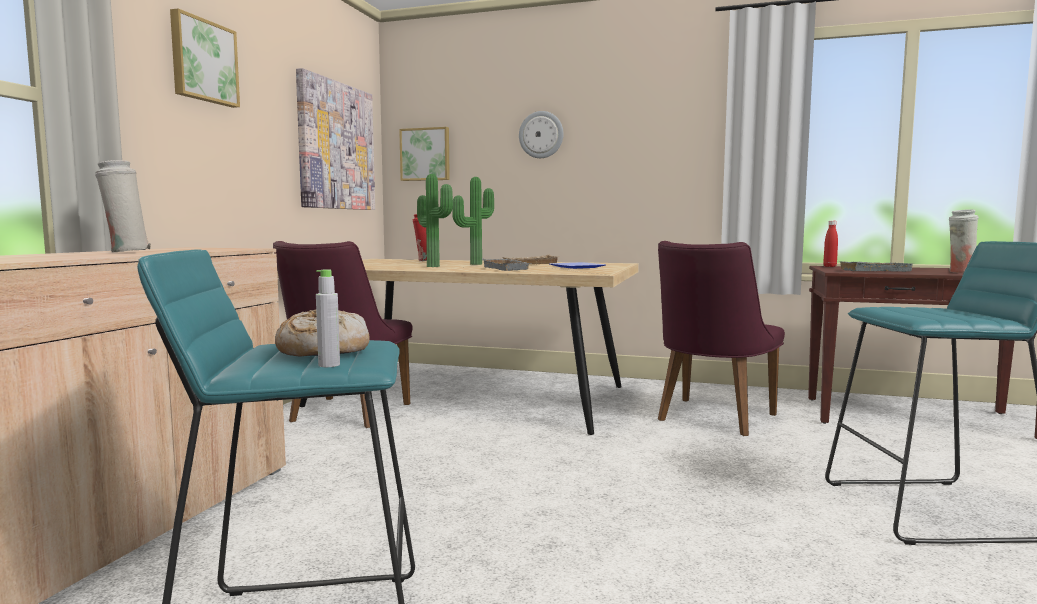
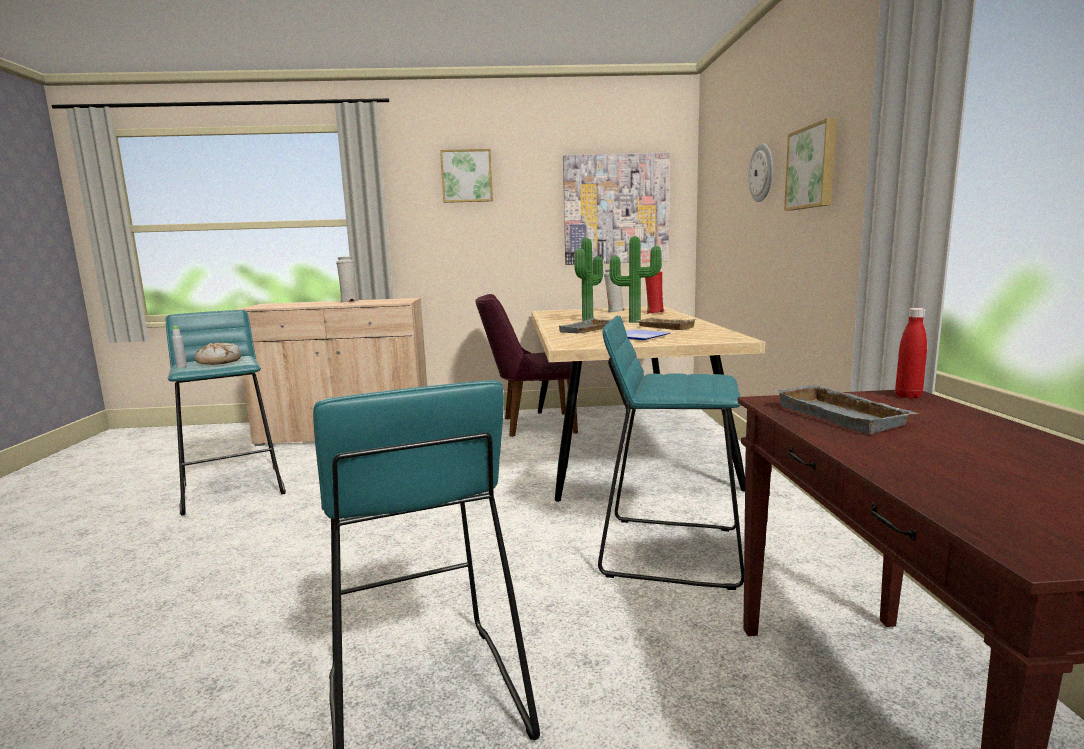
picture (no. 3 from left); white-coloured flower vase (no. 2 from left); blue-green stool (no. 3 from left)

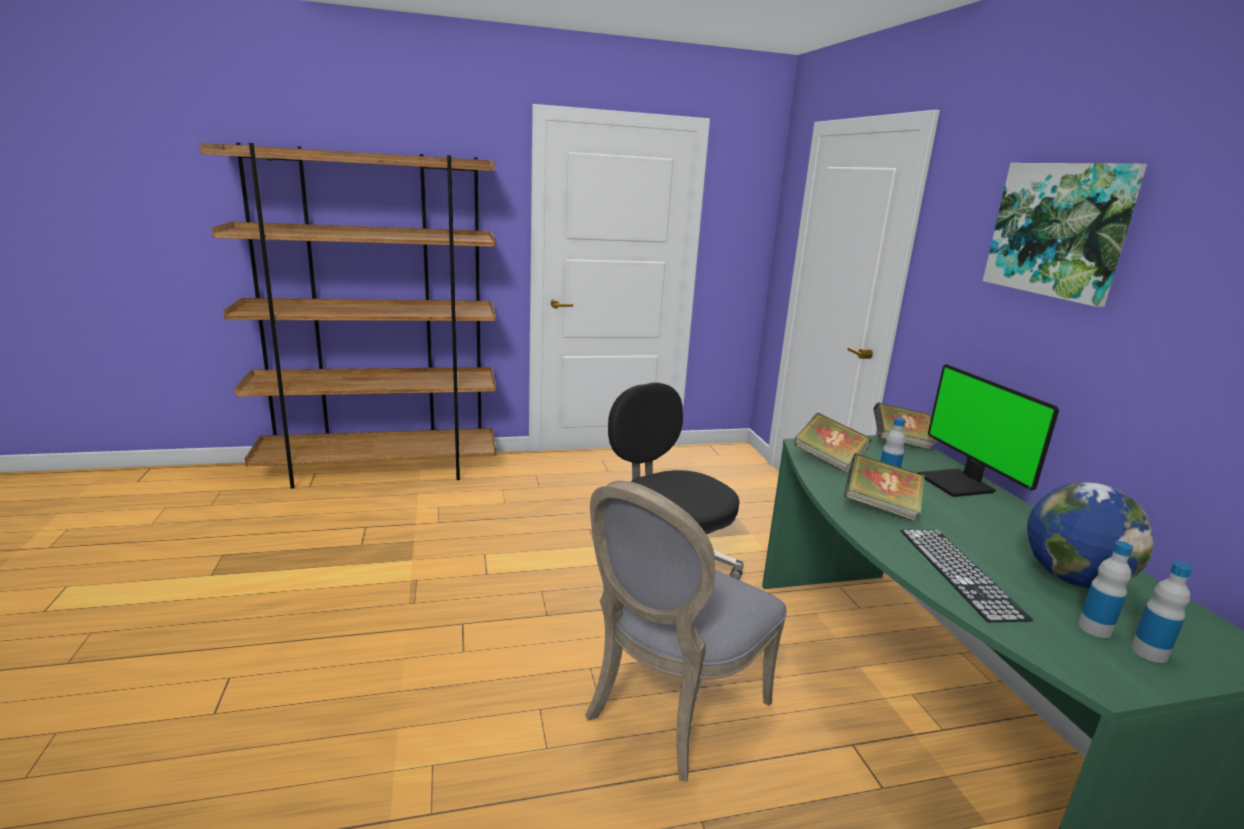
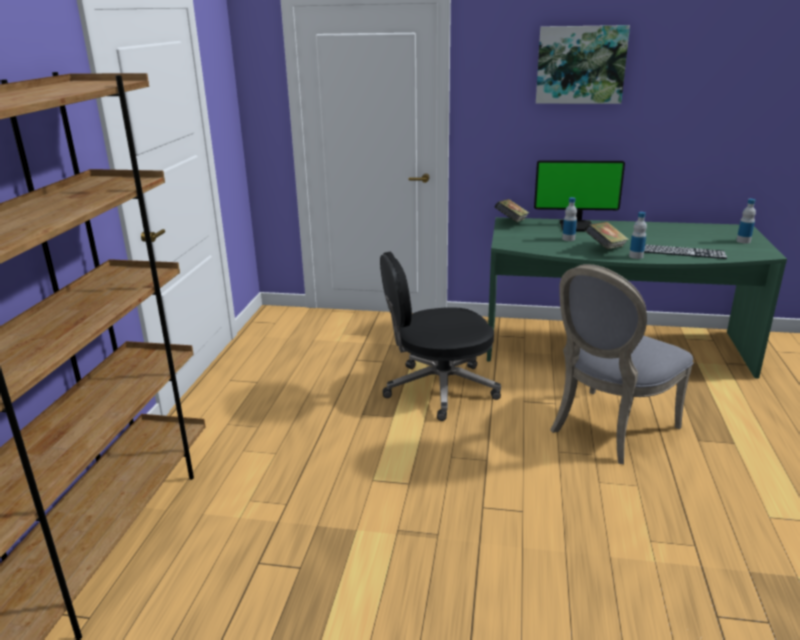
bound book (no. 1 from left in the first image); world globe; bottle (no. 2 from left); grey chair

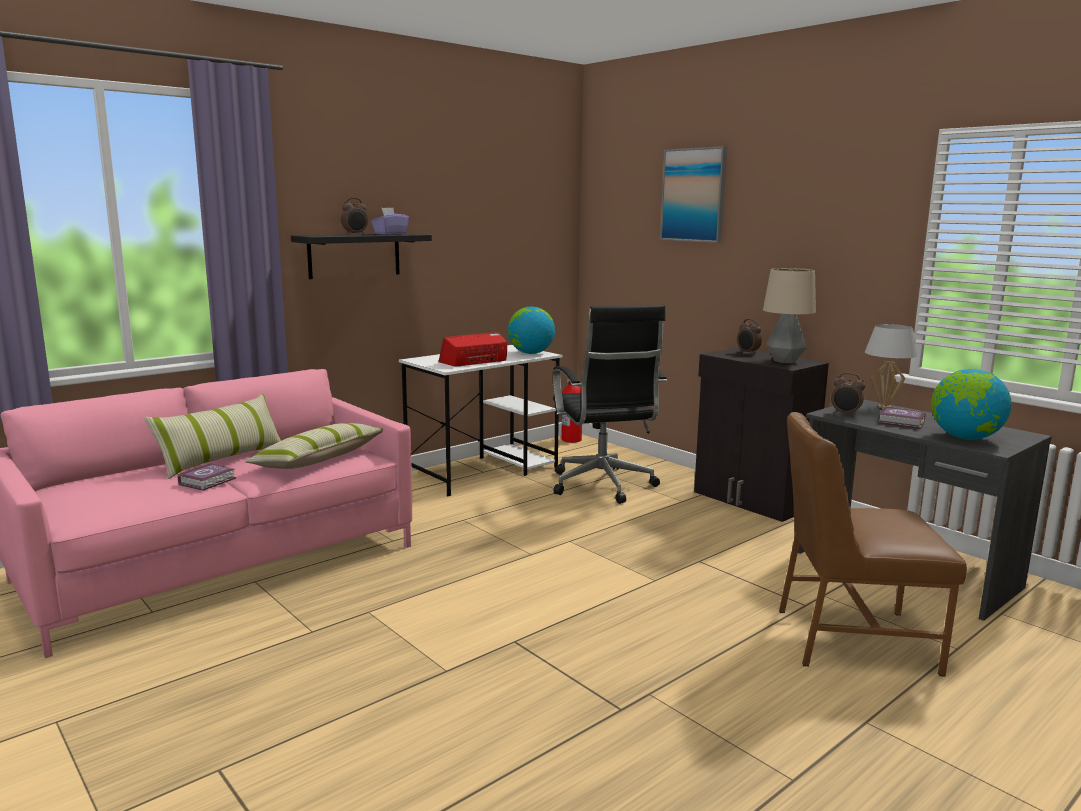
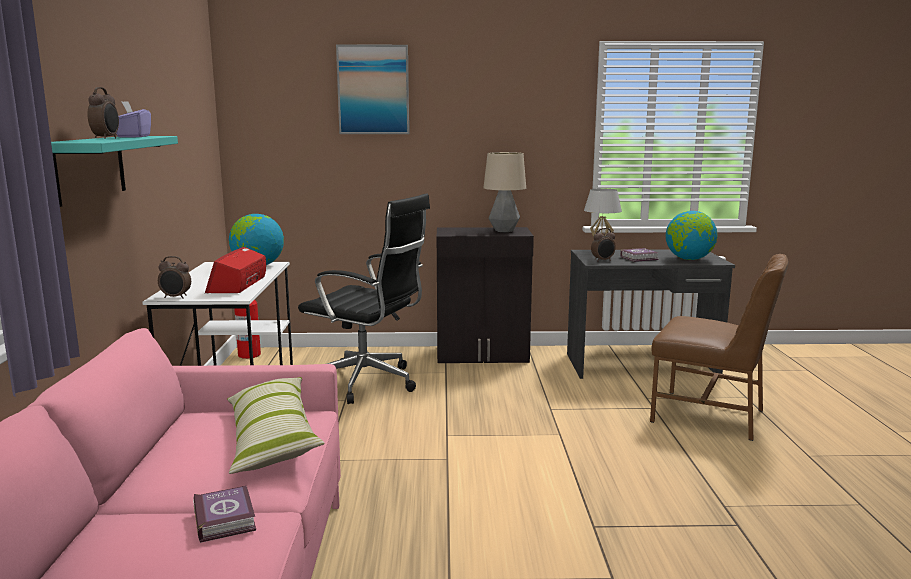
pillow (no. 1 from left in the first image); alarm clock (no. 2 from left); blue-green bracket shelf; brown chair

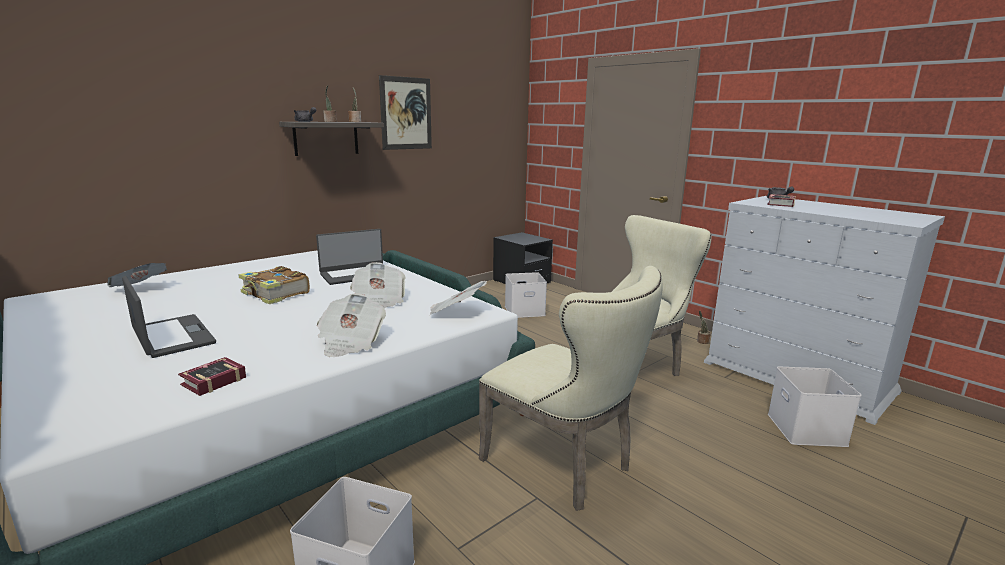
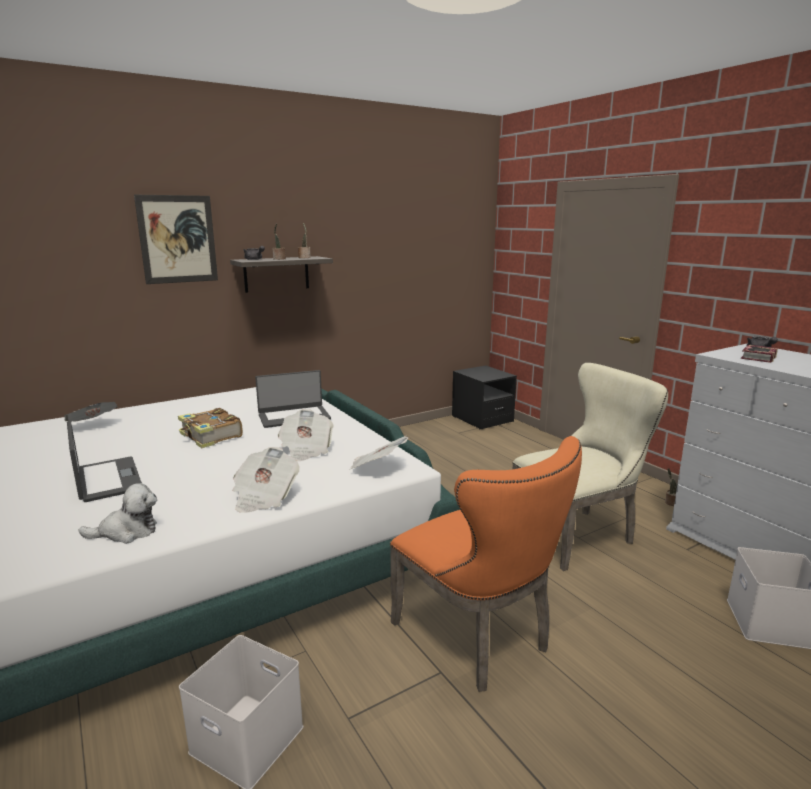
white-coloured storage bin (no. 2 from left in the first image); picture; plush toy; orangey chair

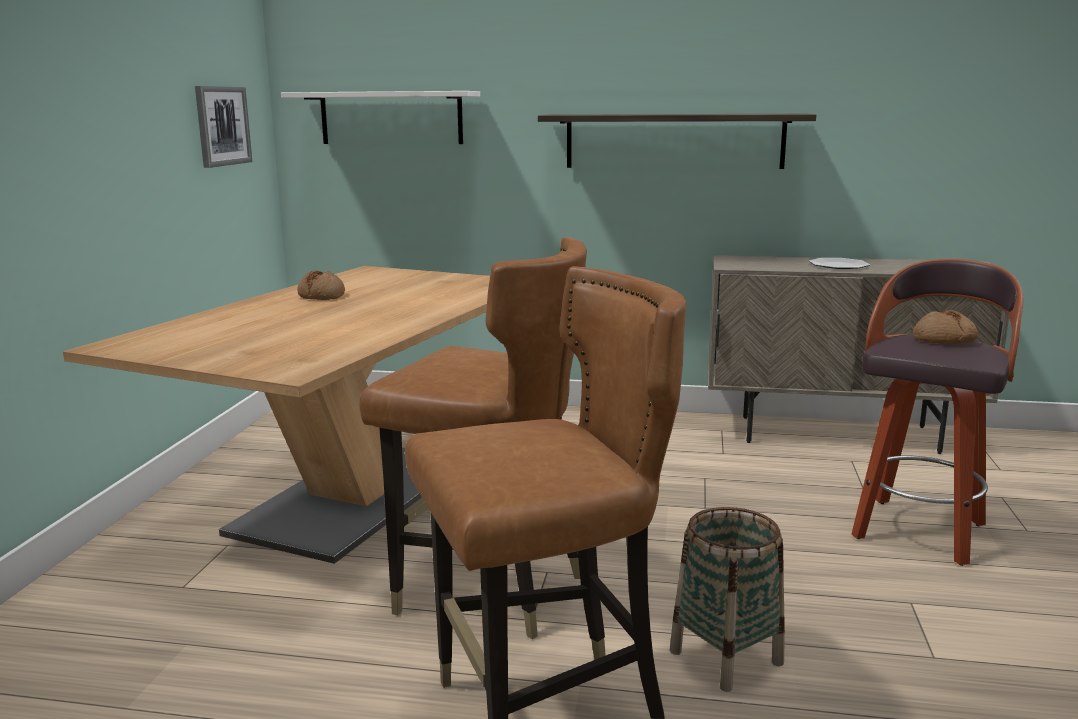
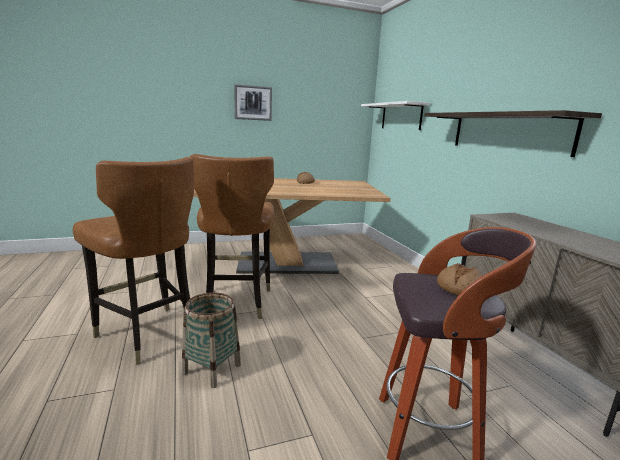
dinner plate; picture

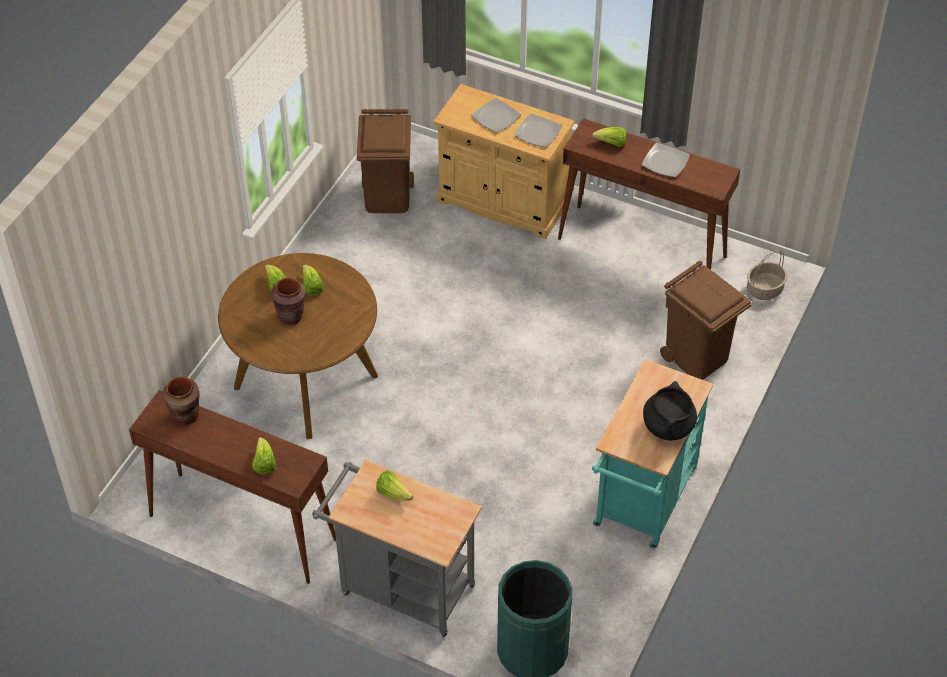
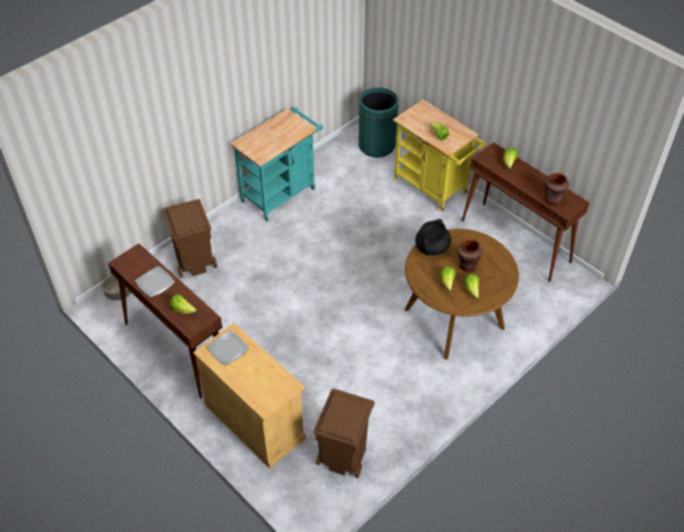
dinner plate (no. 1 from left in the first image); black cooking pot; yellow-coloured cart

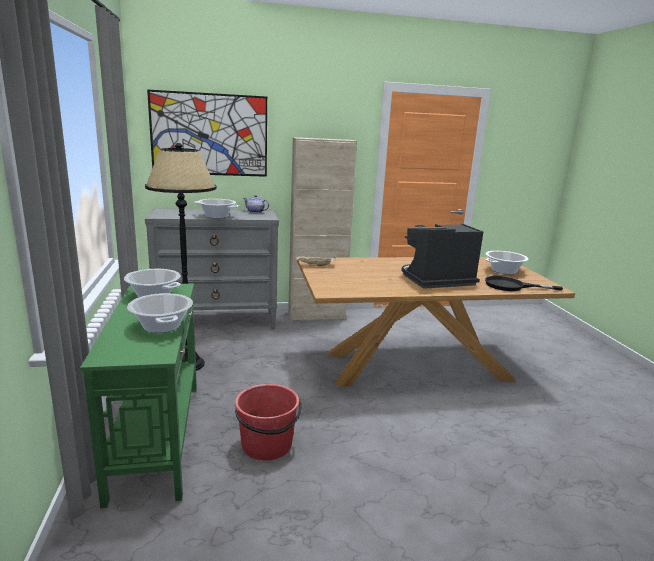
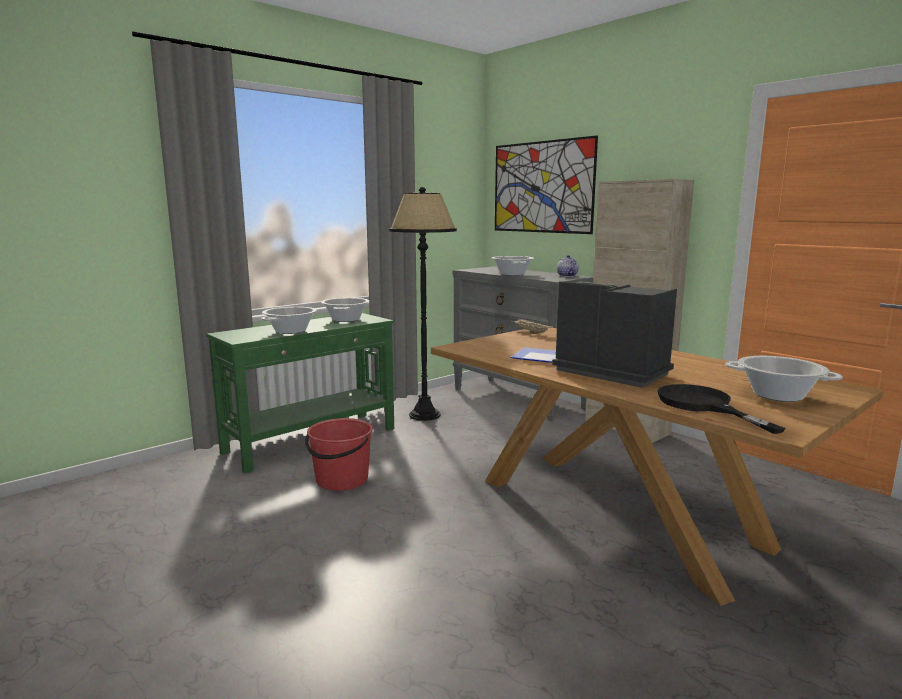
dinner plate

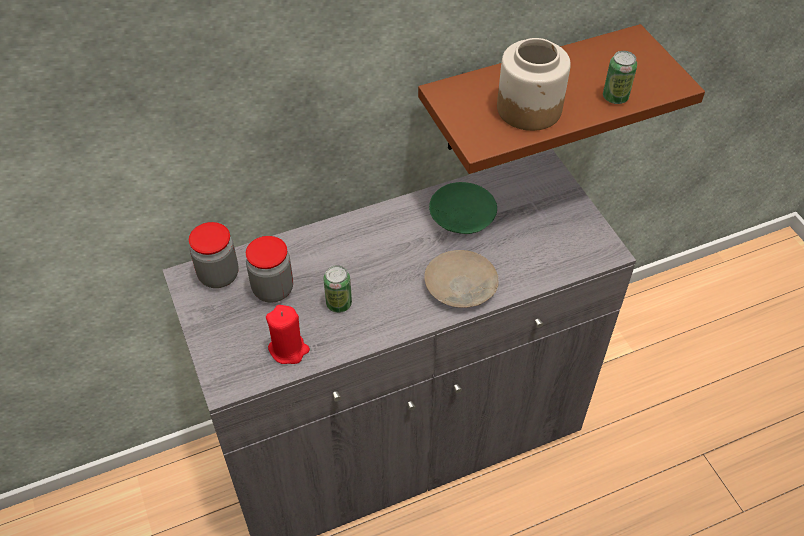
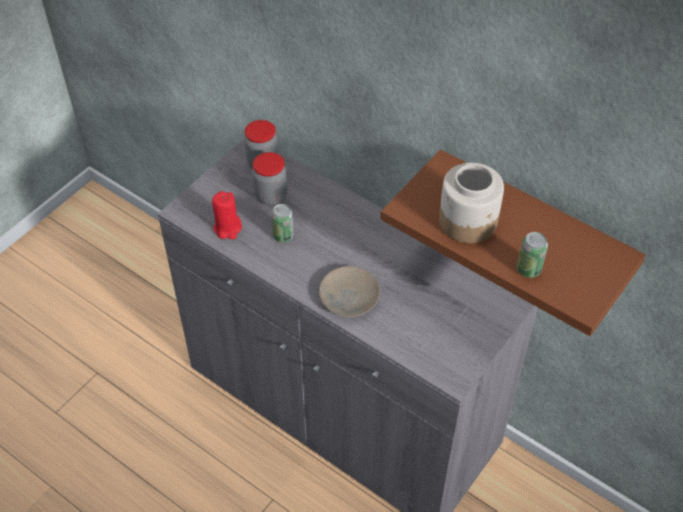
green-coloured dinner plate

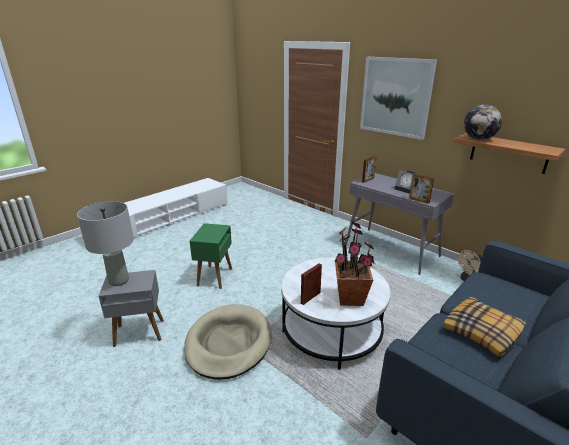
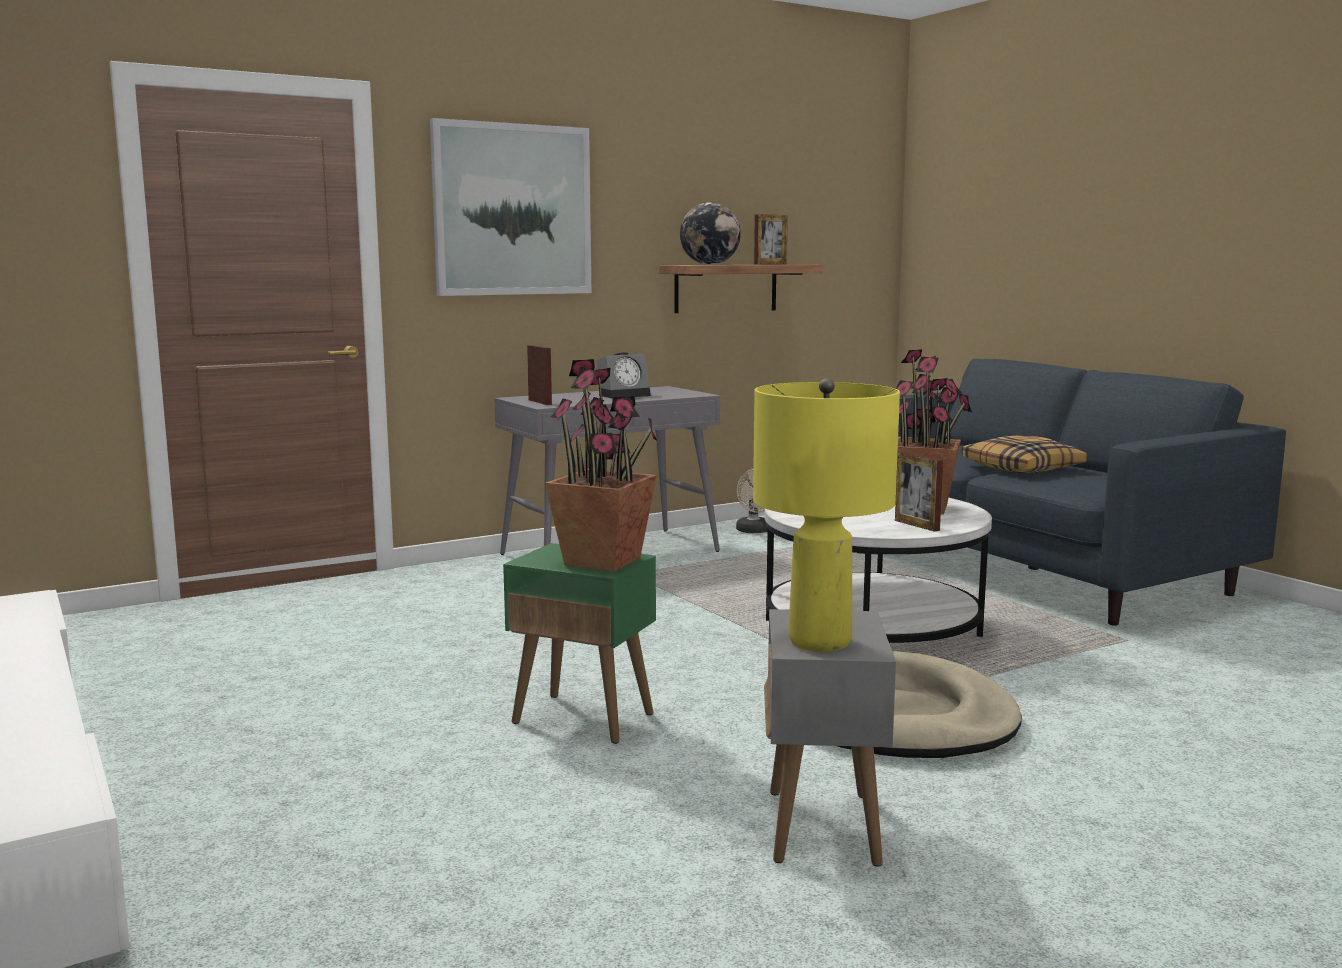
plant in a pot (no. 1 from left); photo frame (no. 2 from left); yellow-coloured tabletop lamp

